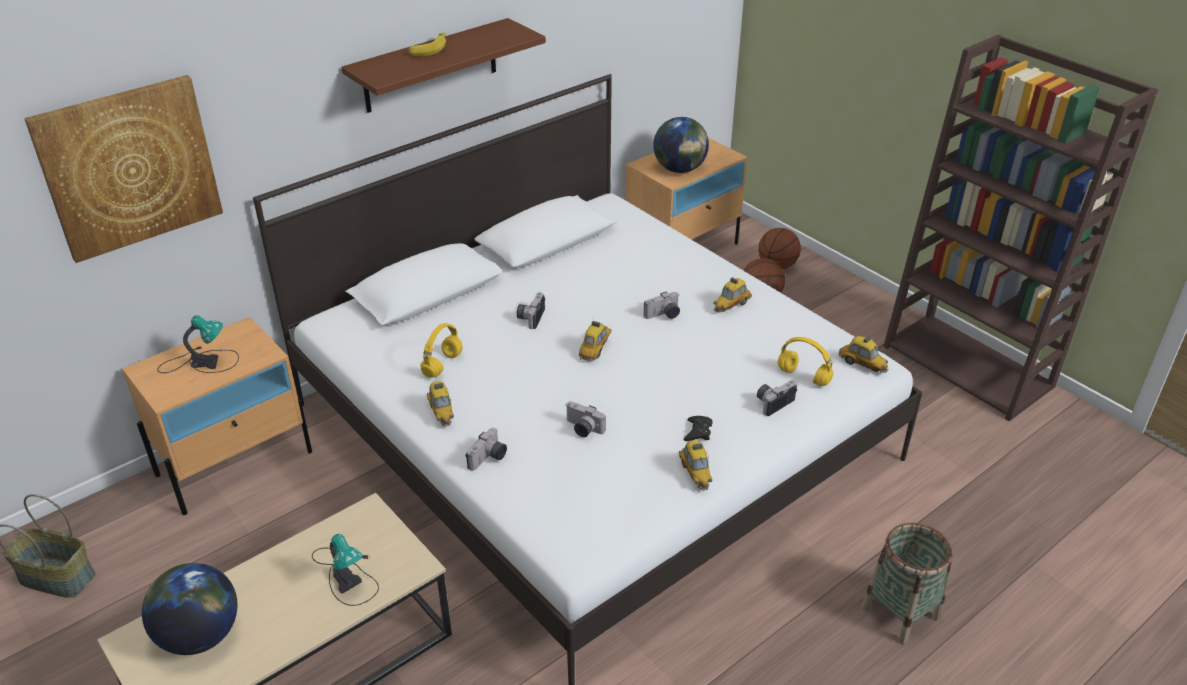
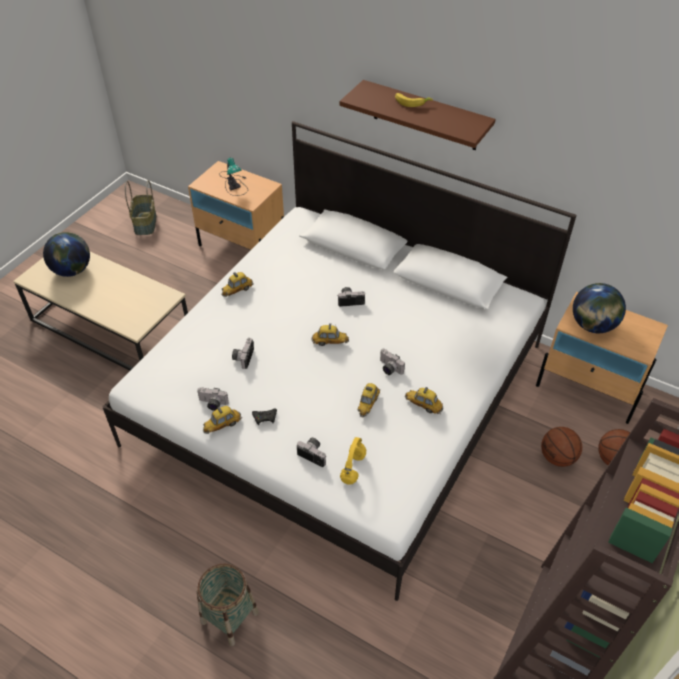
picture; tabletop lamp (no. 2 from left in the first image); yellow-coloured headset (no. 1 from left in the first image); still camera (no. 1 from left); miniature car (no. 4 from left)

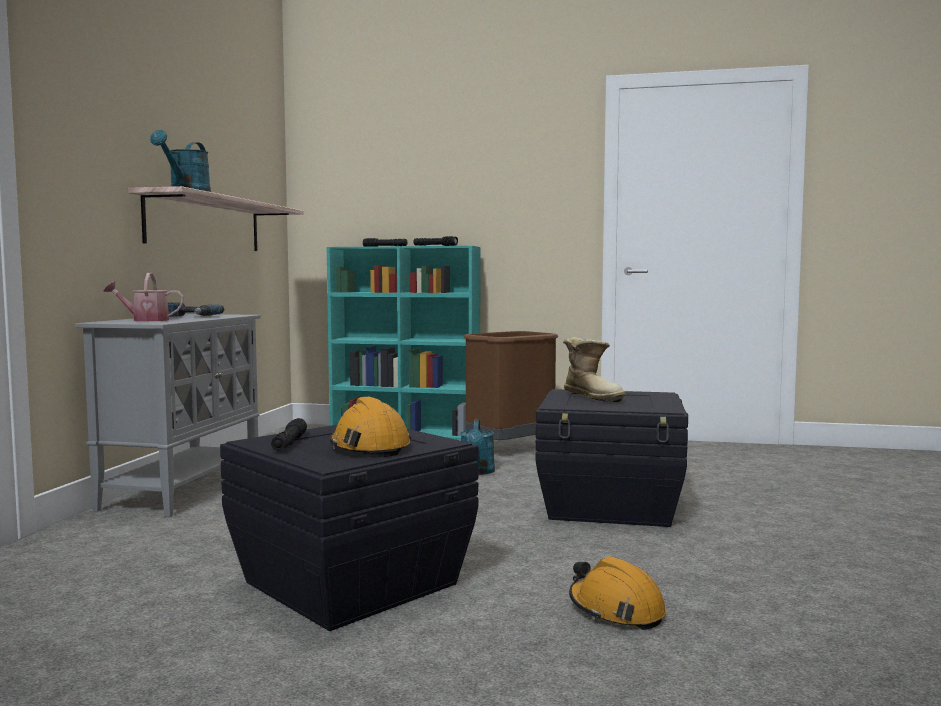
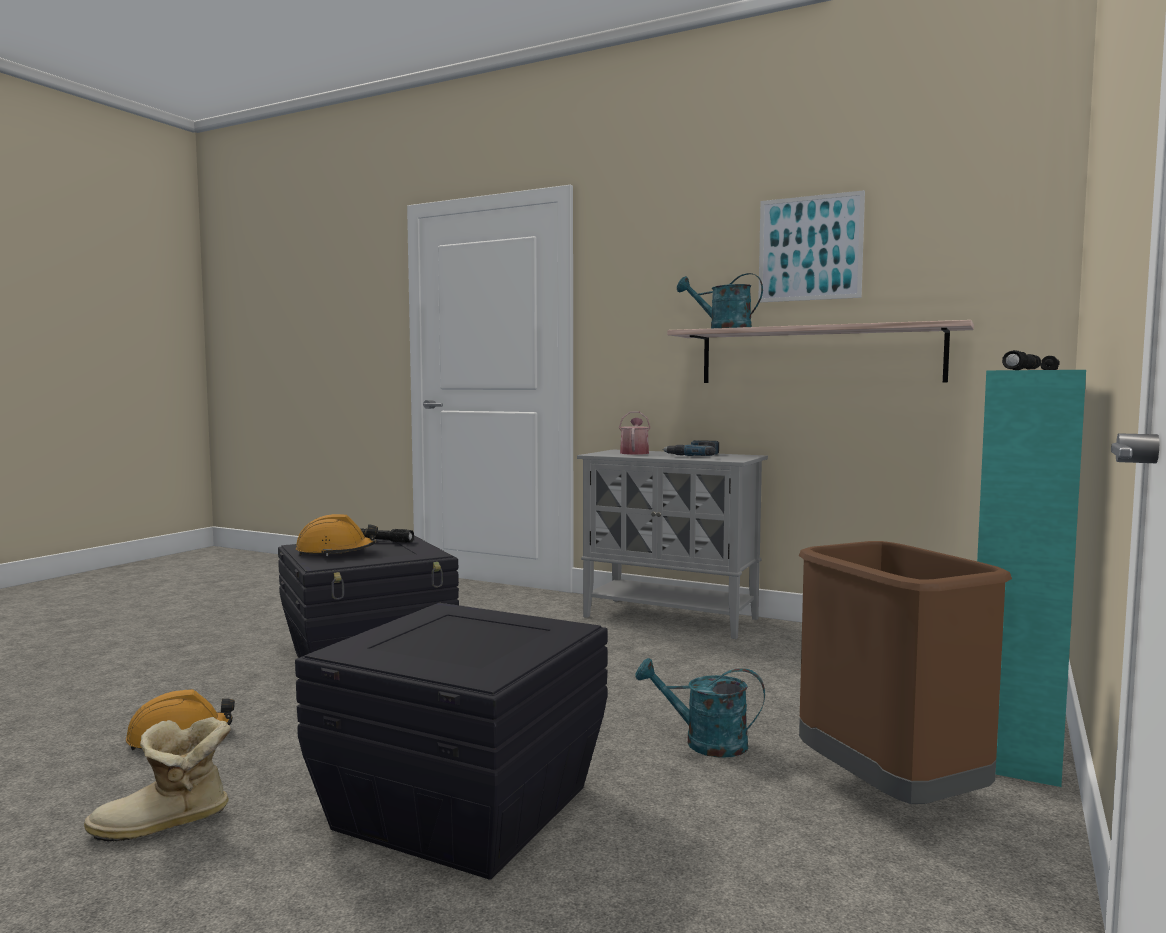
picture; boot

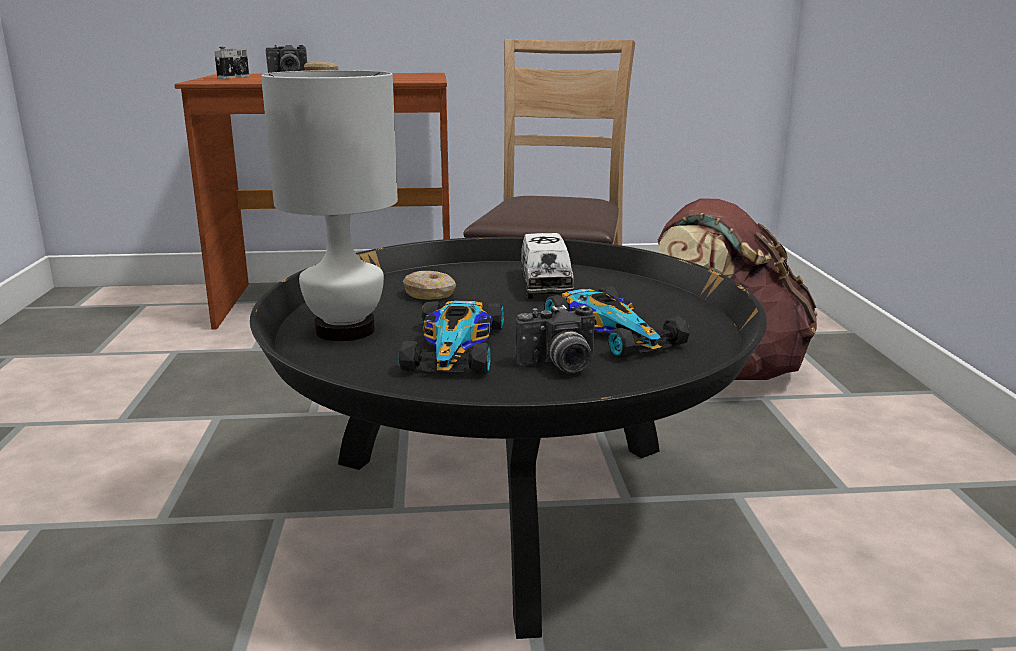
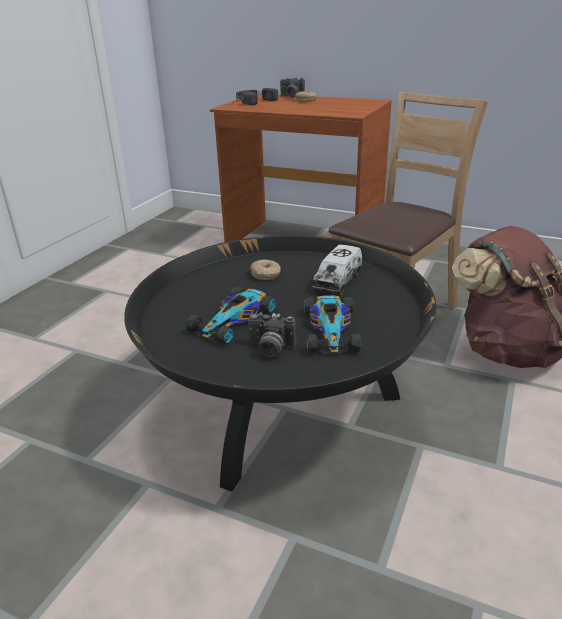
white-coloured tabletop lamp; black headset

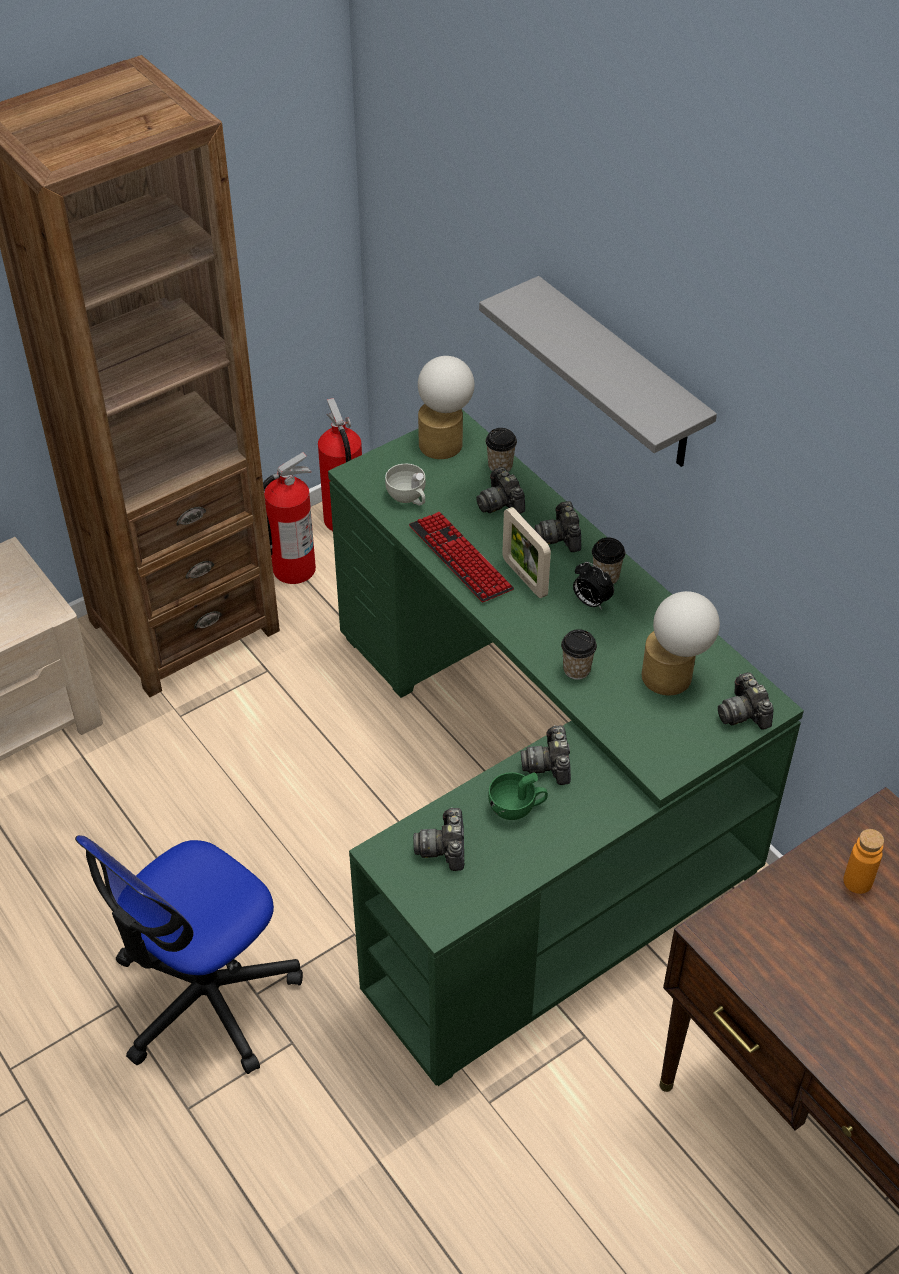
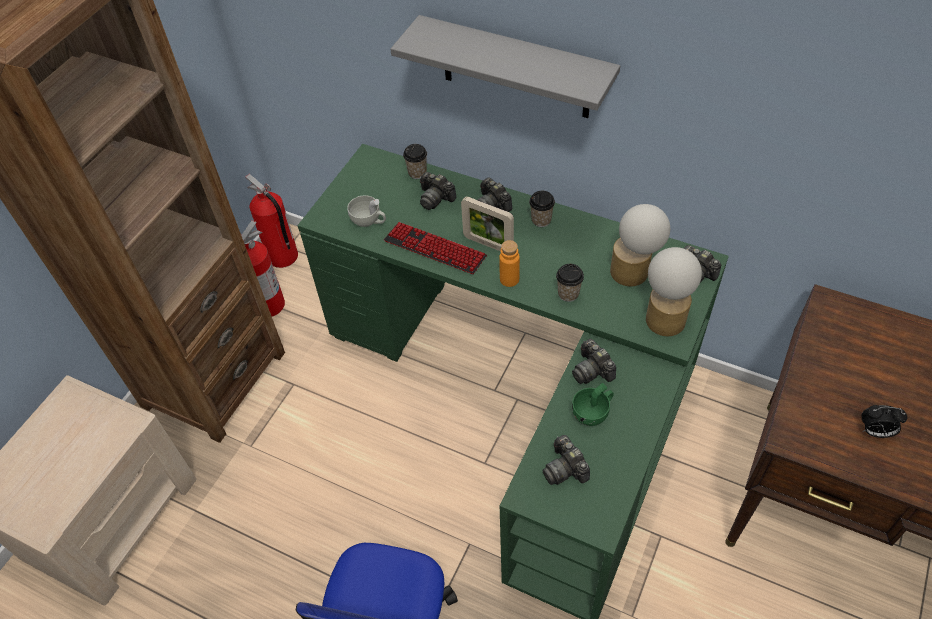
tabletop lamp (no. 2 from left); alarm clock; orangey bottle

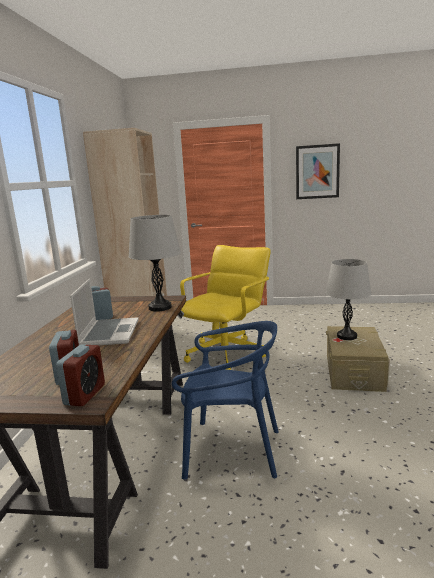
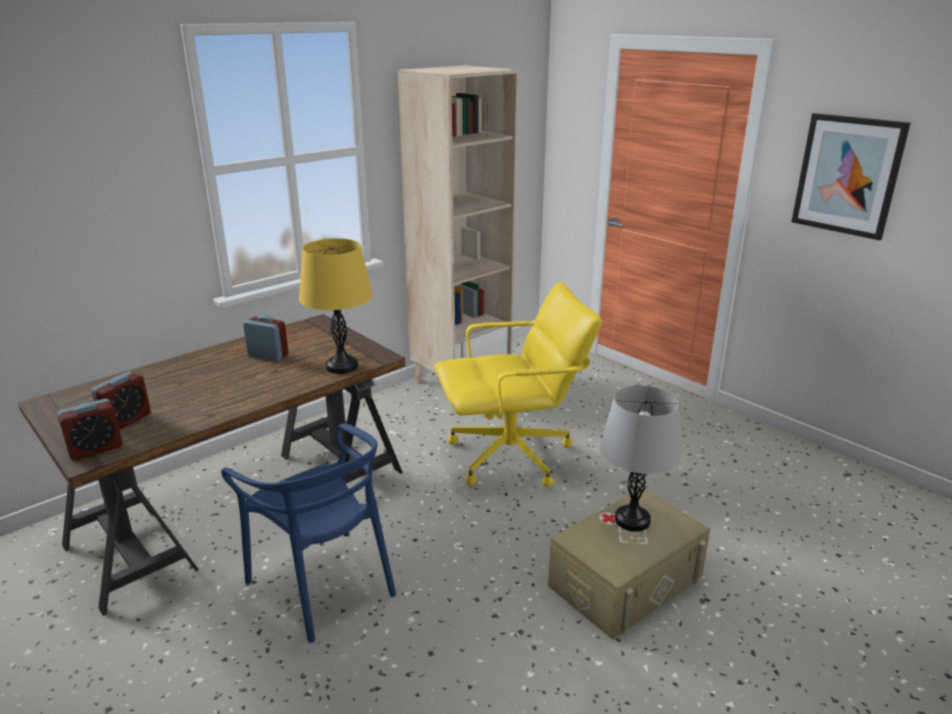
notebook computer; yellow-coloured tabletop lamp

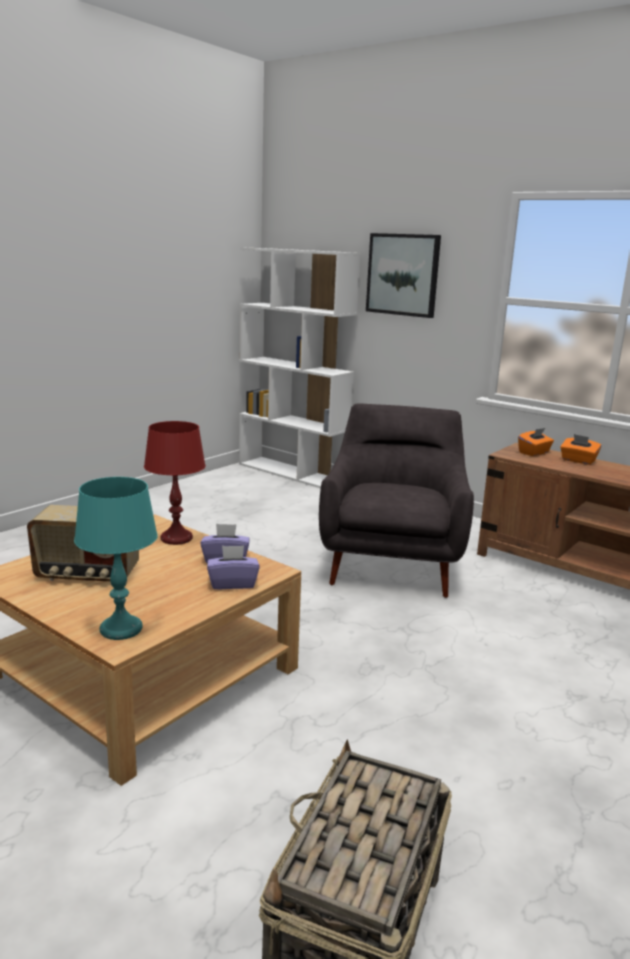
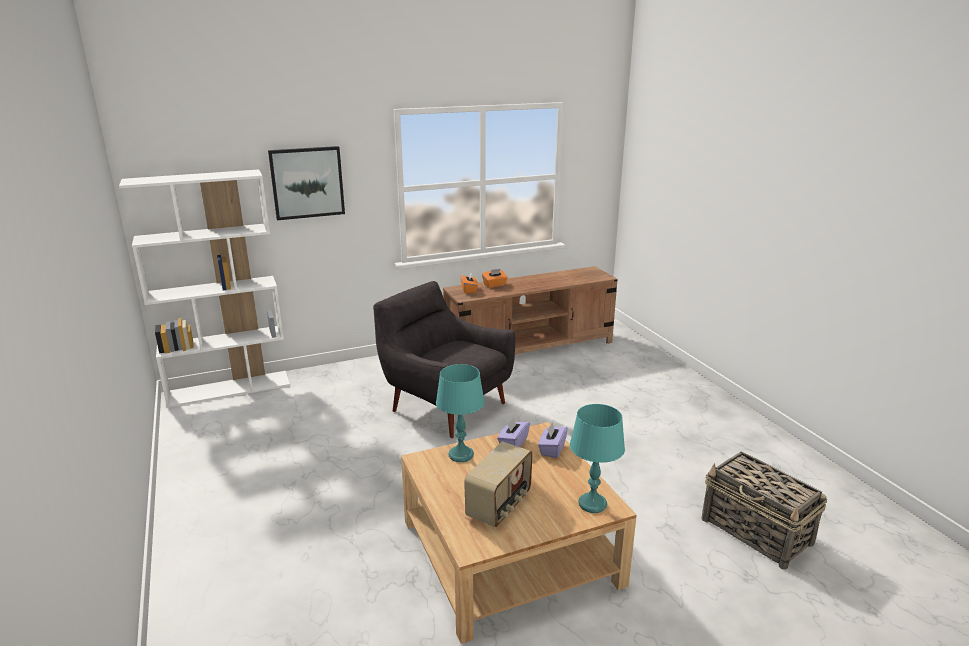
blue-green tabletop lamp (no. 1 from left)

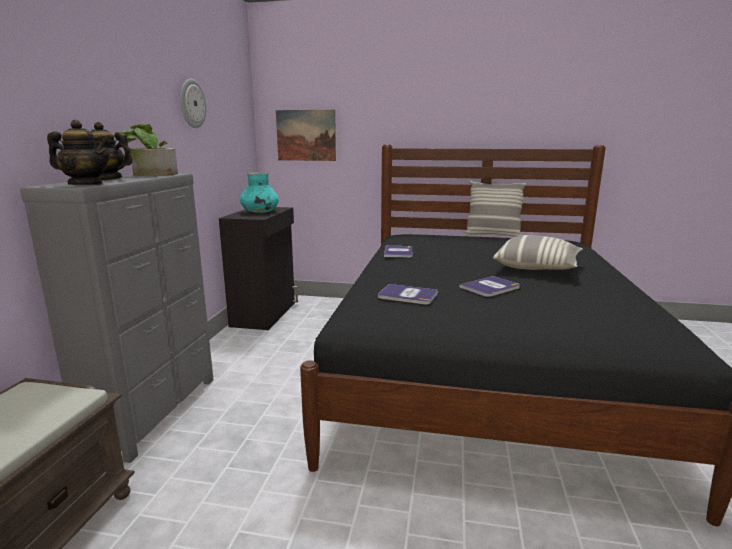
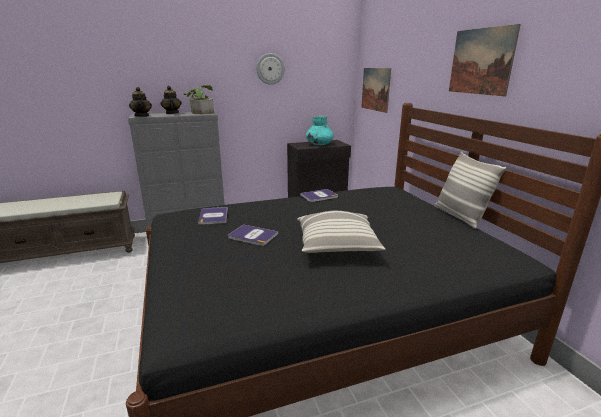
picture (no. 2 from left)

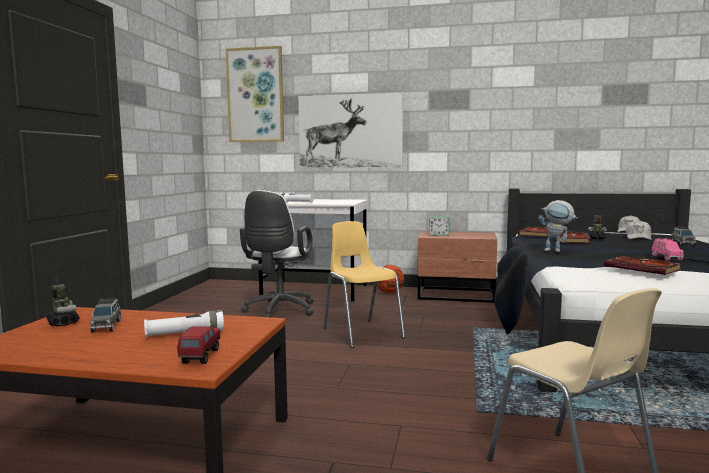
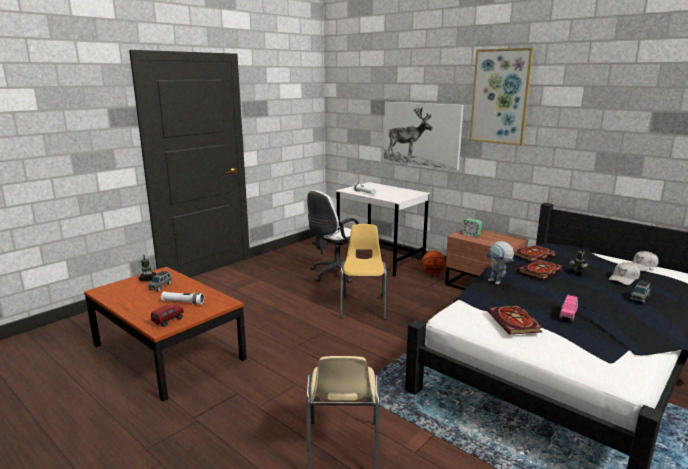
picture (no. 2 from left)

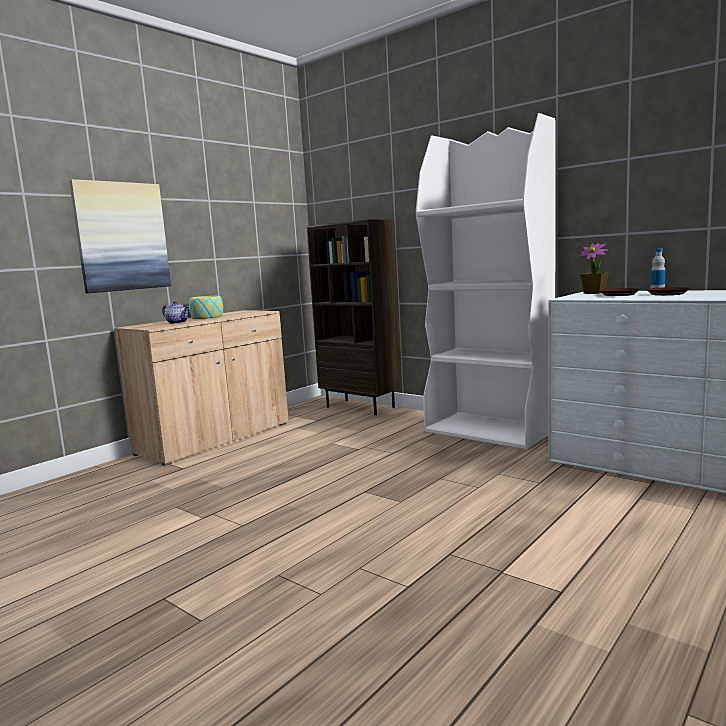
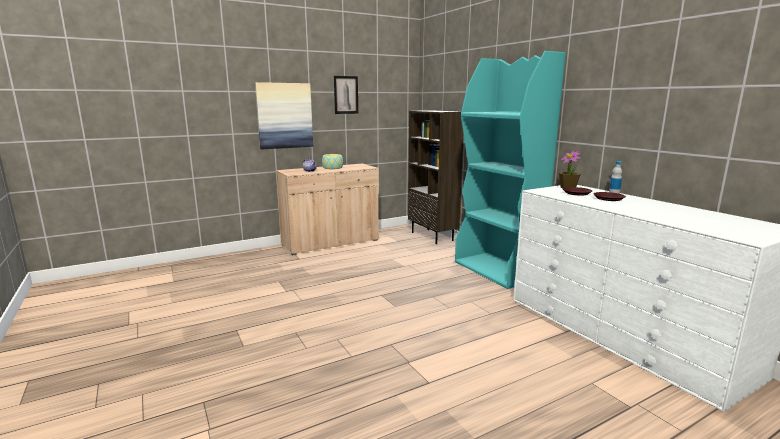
picture (no. 2 from left); blue-green bookshelf

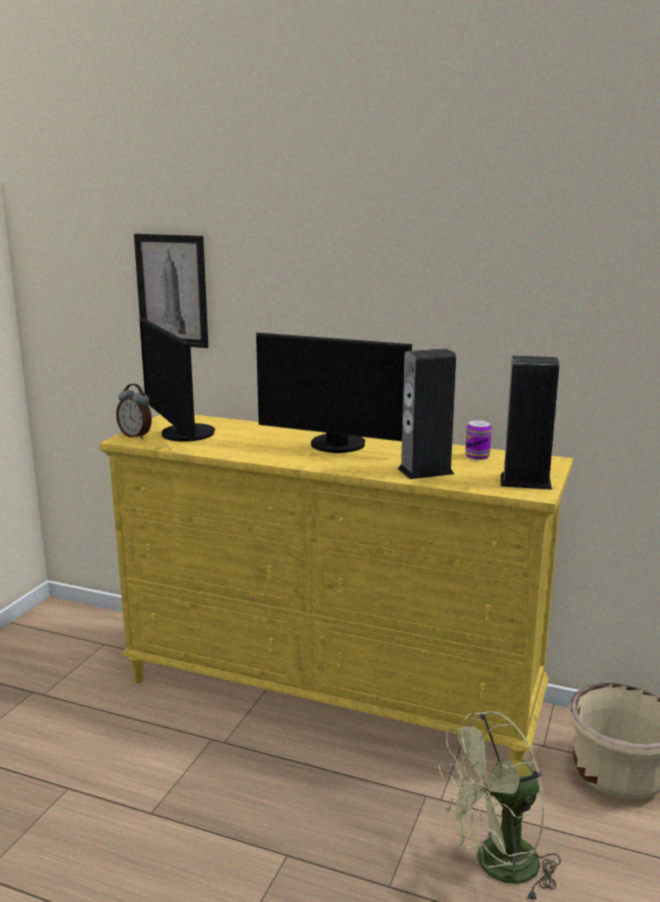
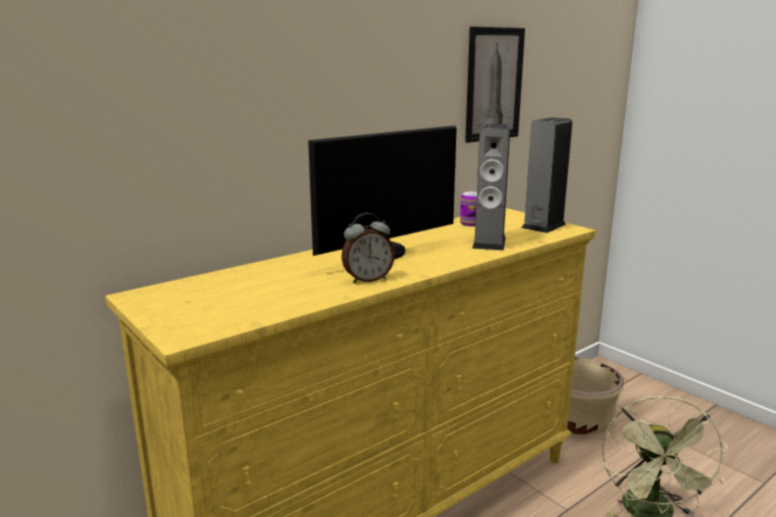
computer screen (no. 1 from left in the first image); alarm clock; picture

